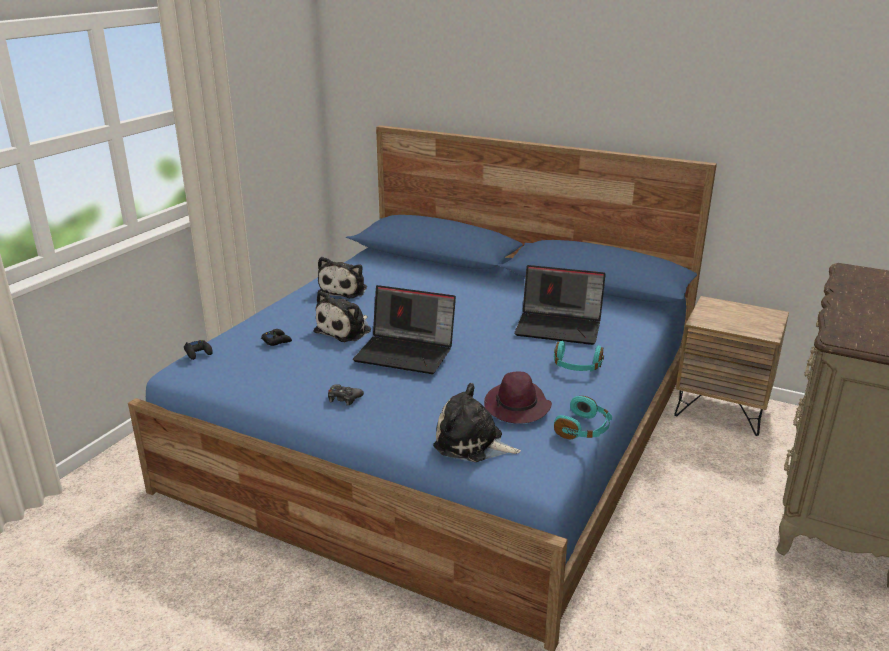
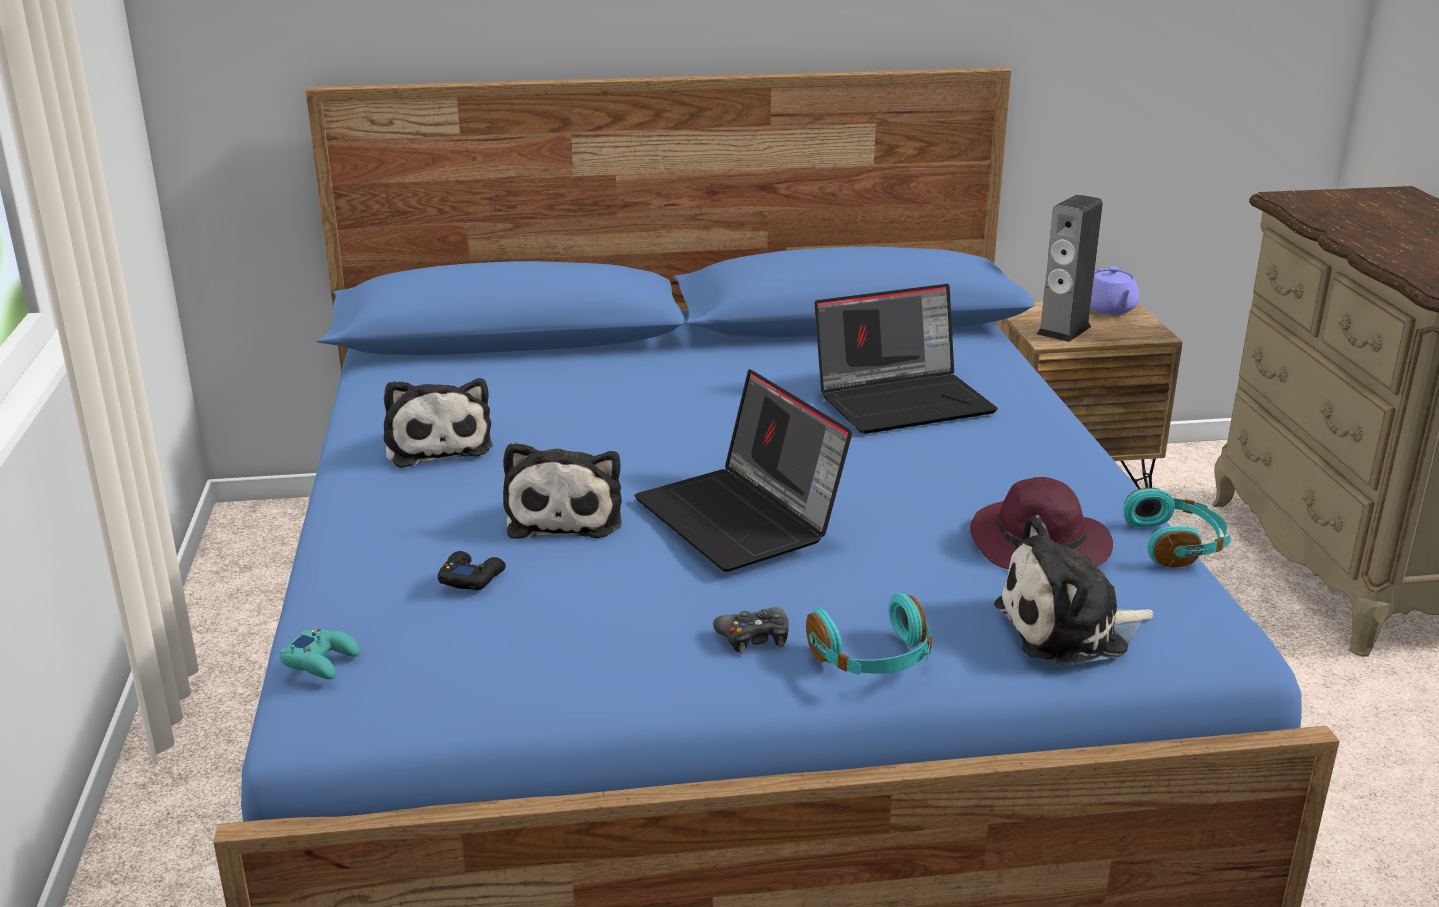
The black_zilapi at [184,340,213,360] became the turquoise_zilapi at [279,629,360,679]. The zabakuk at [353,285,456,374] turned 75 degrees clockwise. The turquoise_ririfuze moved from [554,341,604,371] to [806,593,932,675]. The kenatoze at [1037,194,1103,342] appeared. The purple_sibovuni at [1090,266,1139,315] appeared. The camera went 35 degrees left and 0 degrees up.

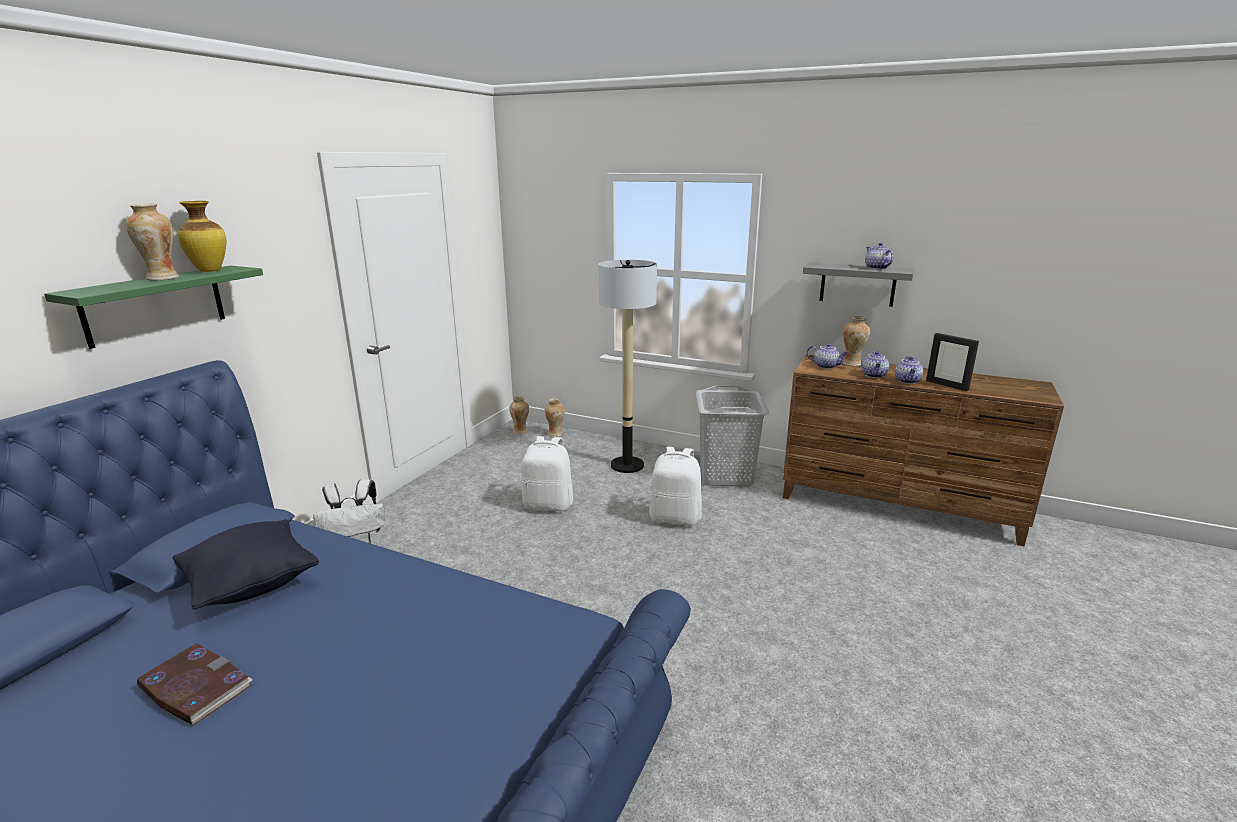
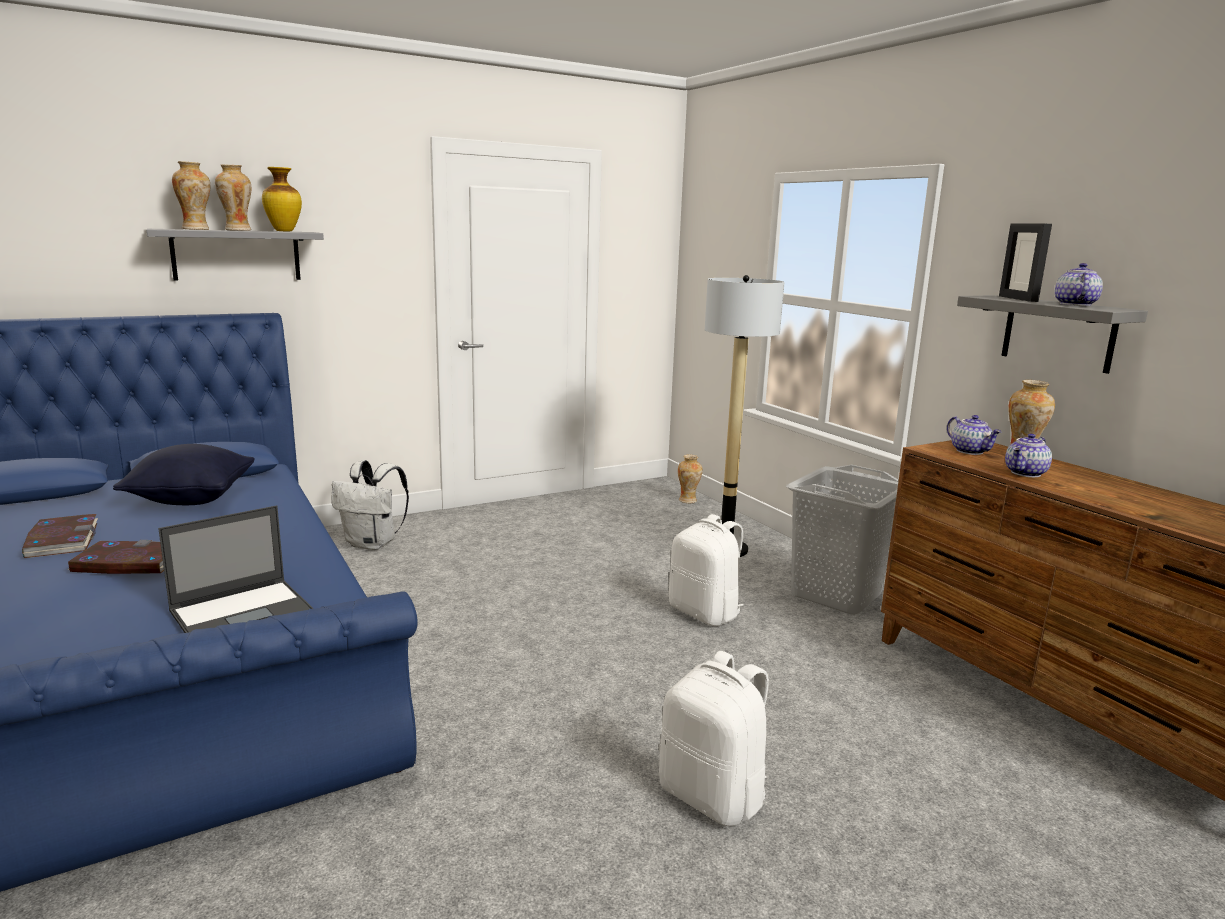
The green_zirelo at [44,266,263,349] became the grey_zirelo at [146,229,324,280]. The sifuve moved from [509,396,529,435] to [172,161,210,230]. The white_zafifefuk moved from [521,436,573,511] to [659,651,769,826]. The sibovuni at [895,356,923,384] disappeared. The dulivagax moved from [926,333,979,391] to [999,223,1052,302]. The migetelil at [68,540,164,574] appeared. The zabakuk at [158,505,314,633] appeared. The camera went 35 degrees right and 5 degrees down.

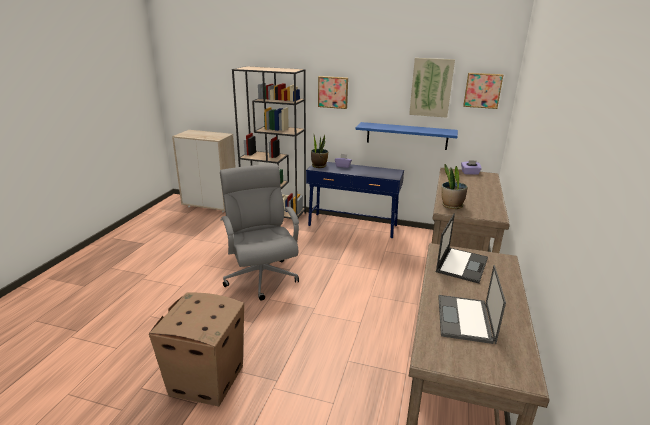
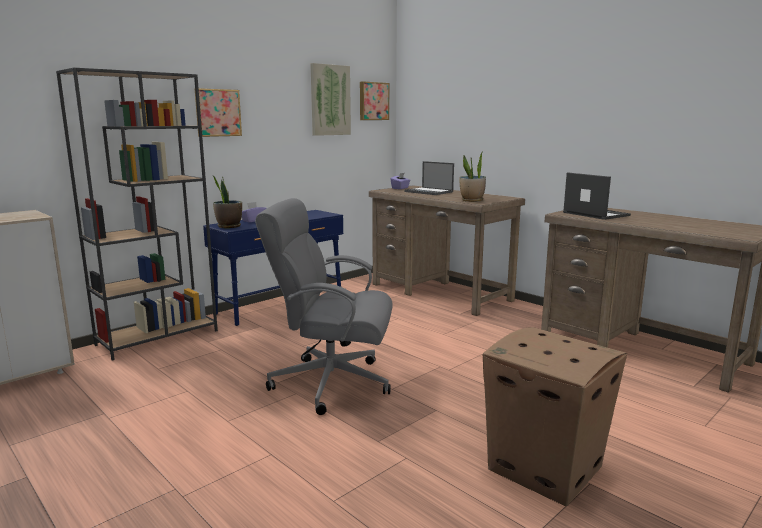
The blue_zirelo at [355,122,458,150] disappeared. The zabakuk moved from [438,265,506,344] to [404,161,454,195]. The camera went 60 degrees left and 10 degrees down.

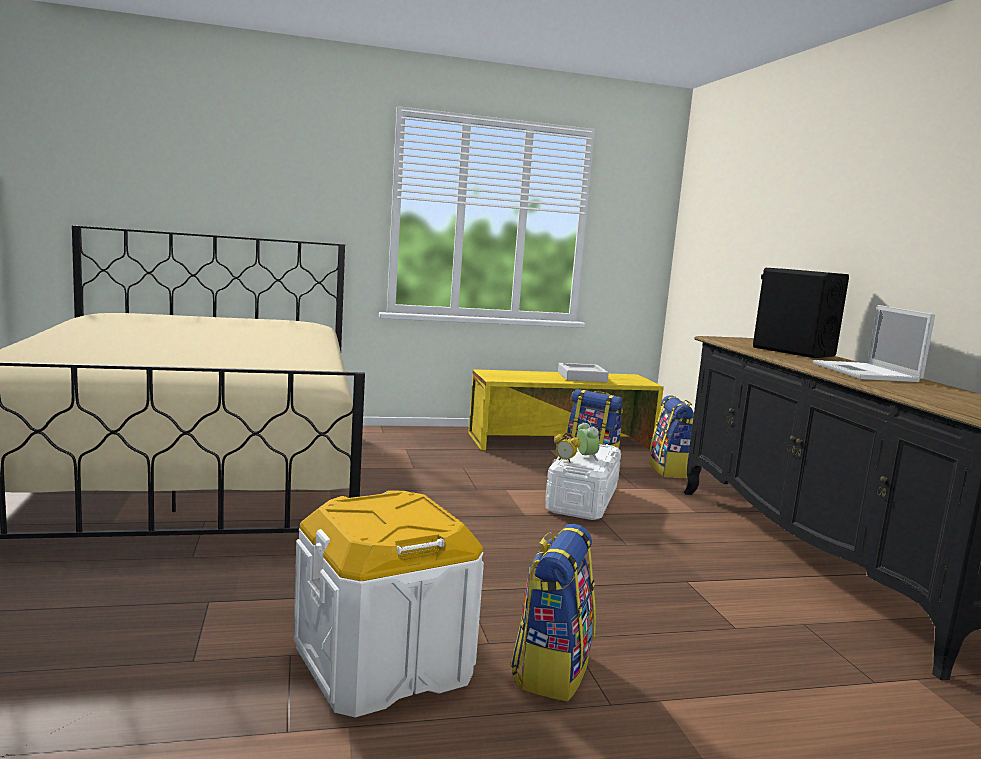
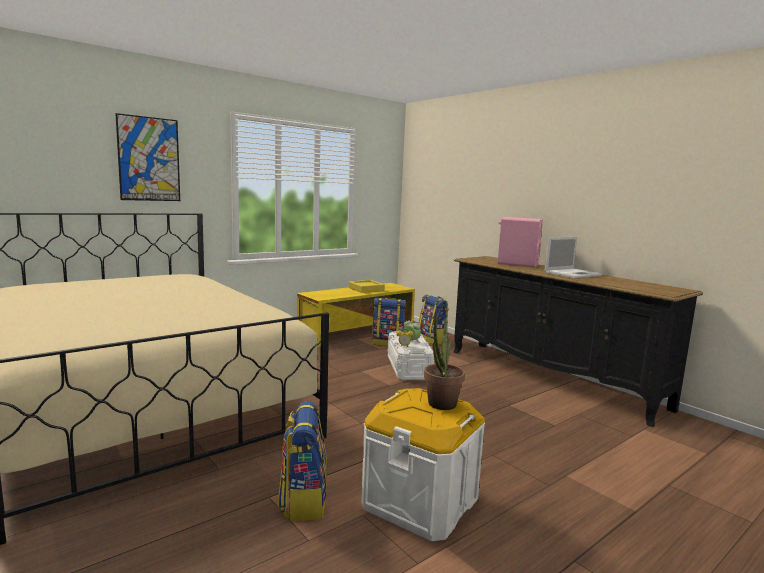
The zafifefuk moved from [510,524,596,702] to [278,401,327,521]. The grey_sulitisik at [558,363,609,382] became the yellow_sulitisik at [349,280,385,293]. The black_kenatoze at [753,268,849,358] became the pink_kenatoze at [498,217,543,267]. The zabakuk at [813,305,935,382] turned 90 degrees counterclockwise. The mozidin at [115,113,180,201] appeared. The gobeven at [424,301,465,410] appeared. The camera went 25 degrees left and 0 degrees up.

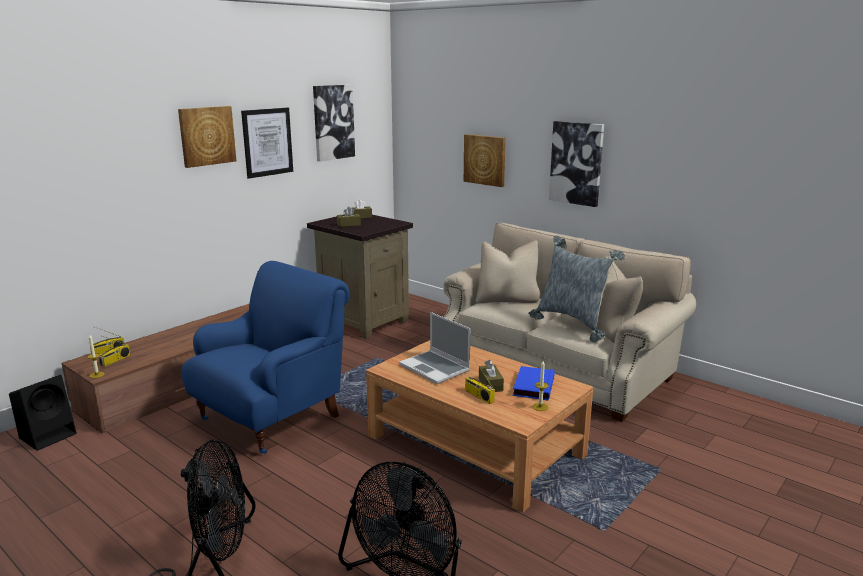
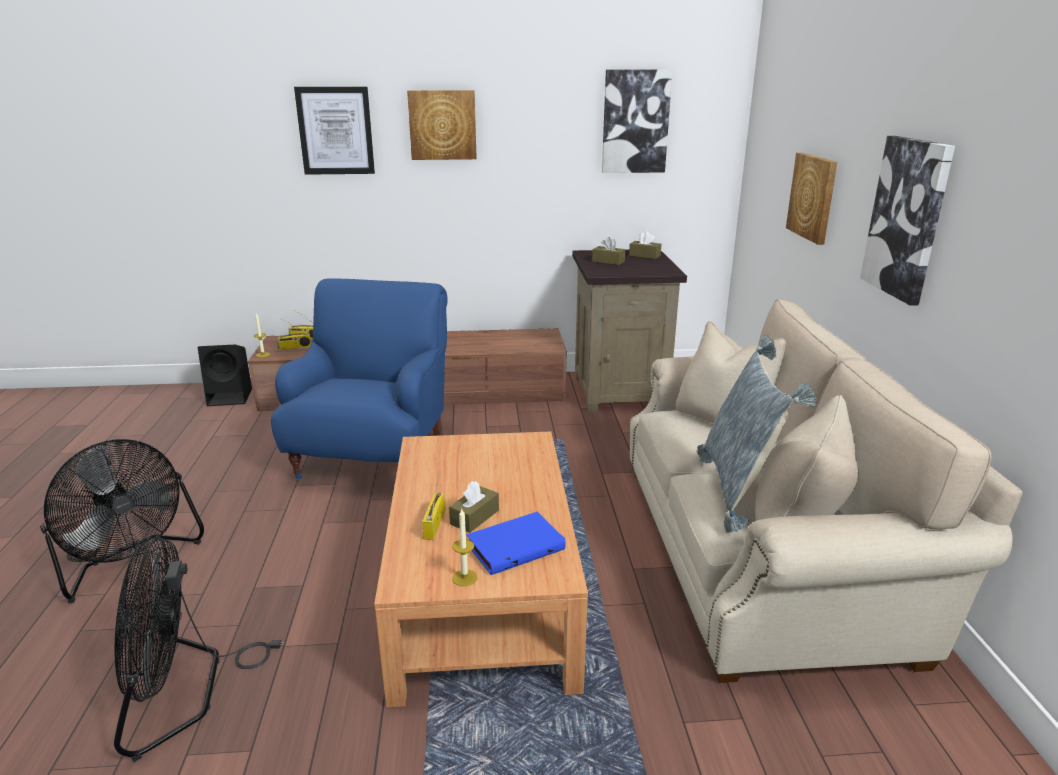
The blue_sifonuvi at [181,261,350,454] turned 75 degrees counterclockwise. The mozidin moved from [241,107,293,179] to [294,87,375,175]. The zabakuk at [399,312,471,384] disappeared. The camera went 45 degrees right and 5 degrees up.

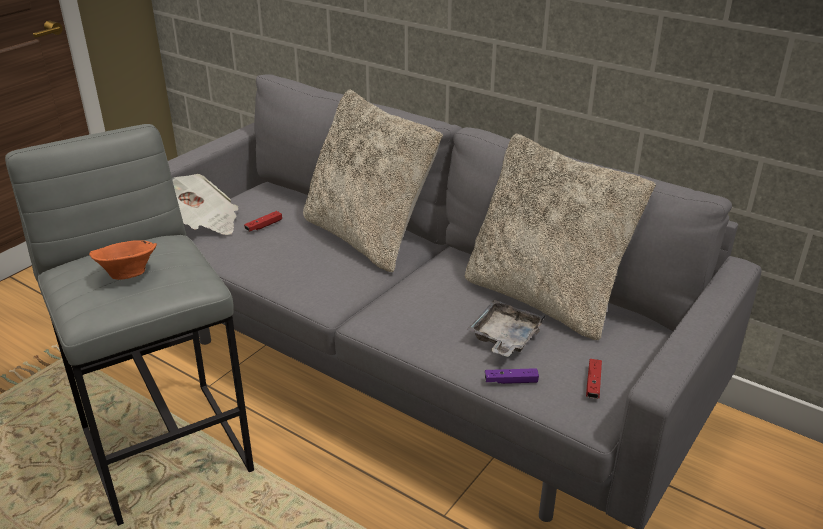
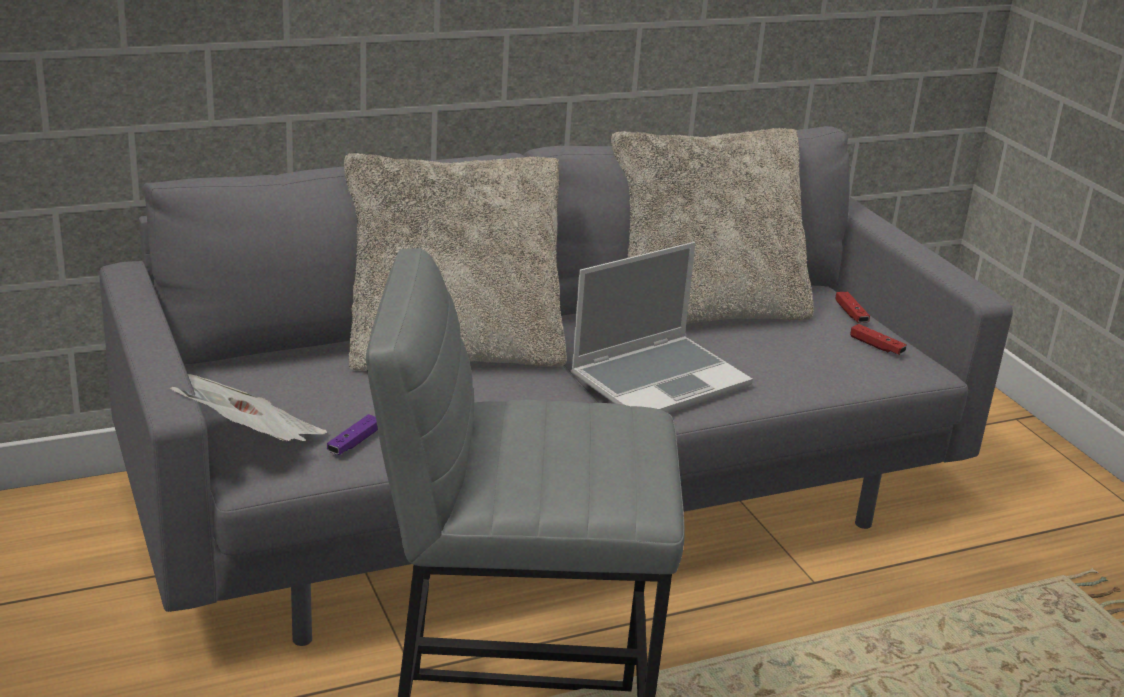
The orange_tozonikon at [89,241,157,280] disappeared. The red_zilapi moved from [244,211,282,232] to [836,292,870,323]. The grey_sulitisik at [467,300,546,357] disappeared. The purple_zilapi moved from [485,368,539,384] to [327,414,378,455]. The zabakuk at [571,242,753,413] appeared. The camera went 60 degrees left and 5 degrees down.

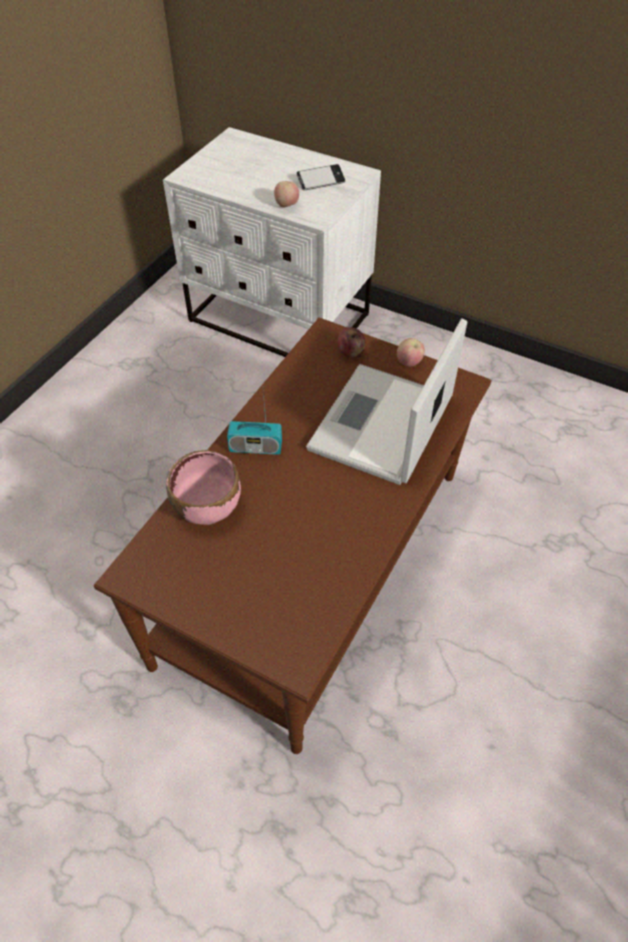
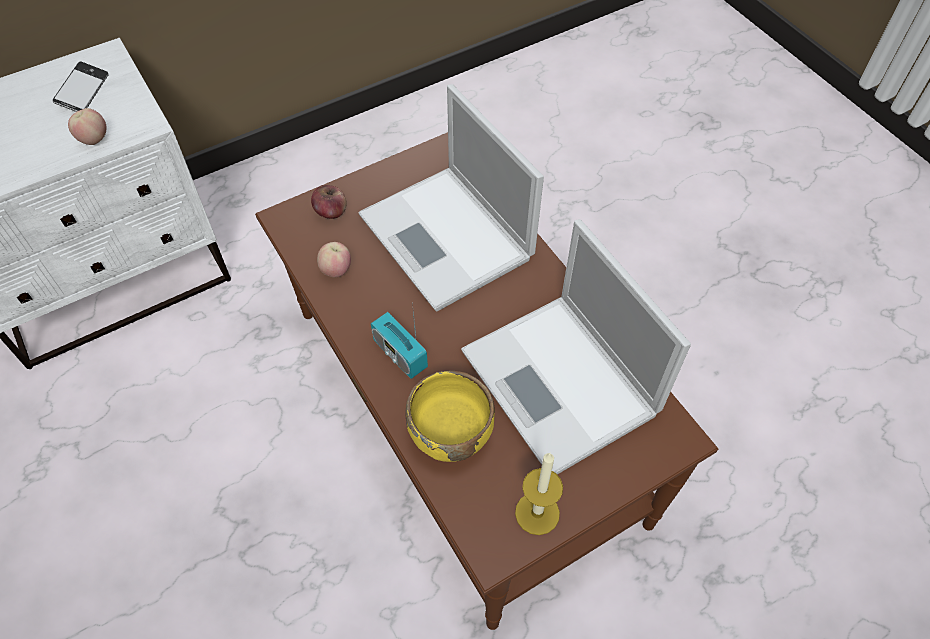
The pink_tozonikon at [166,450,241,525] became the yellow_tozonikon at [405,371,495,462]. The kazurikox at [227,391,282,455] turned 105 degrees clockwise. The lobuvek moved from [397,338,425,367] to [317,242,351,277]. The zabakuk at [461,219,691,474] appeared. The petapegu at [515,453,563,535] appeared. The camera went 60 degrees left and 5 degrees up.

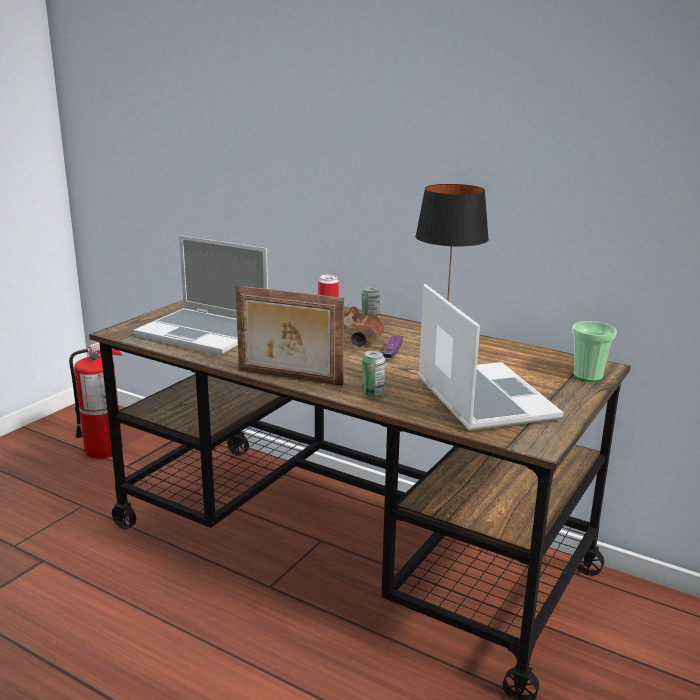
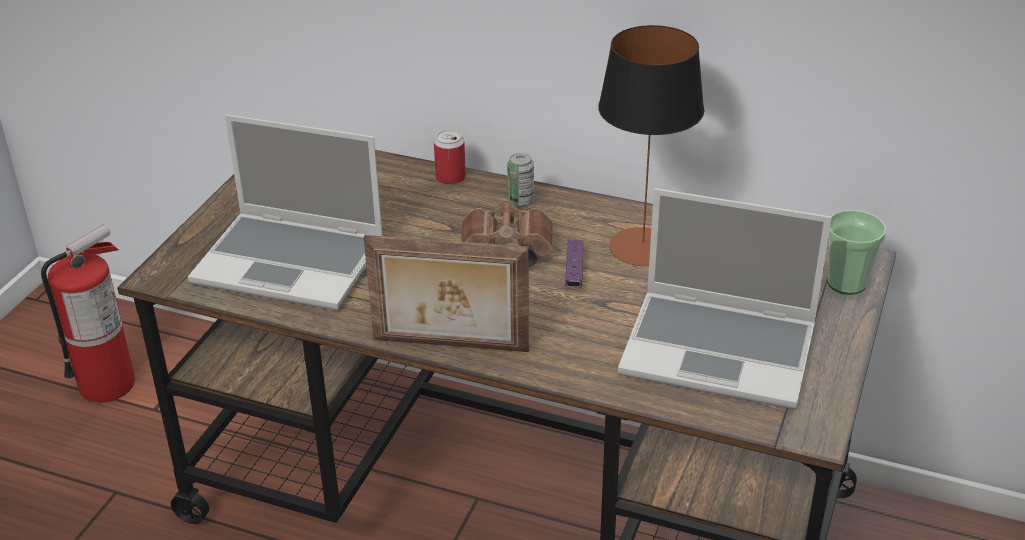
The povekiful at [362,351,385,397] disappeared. The zabakuk at [418,284,564,431] turned 135 degrees clockwise. The camera went 10 degrees left and 15 degrees up.

